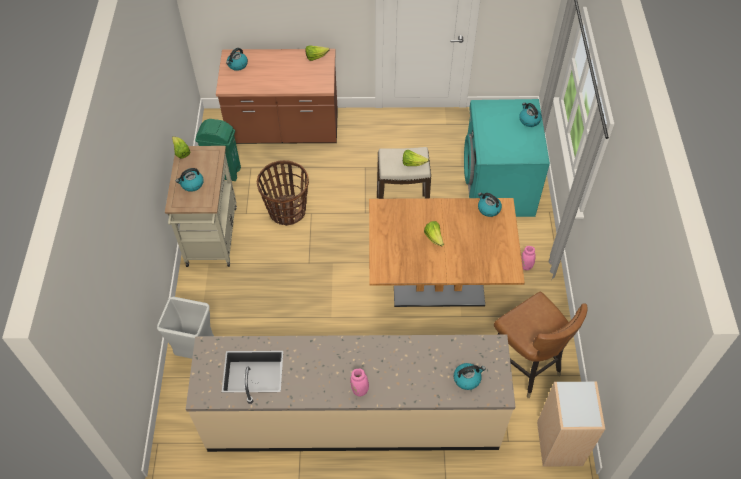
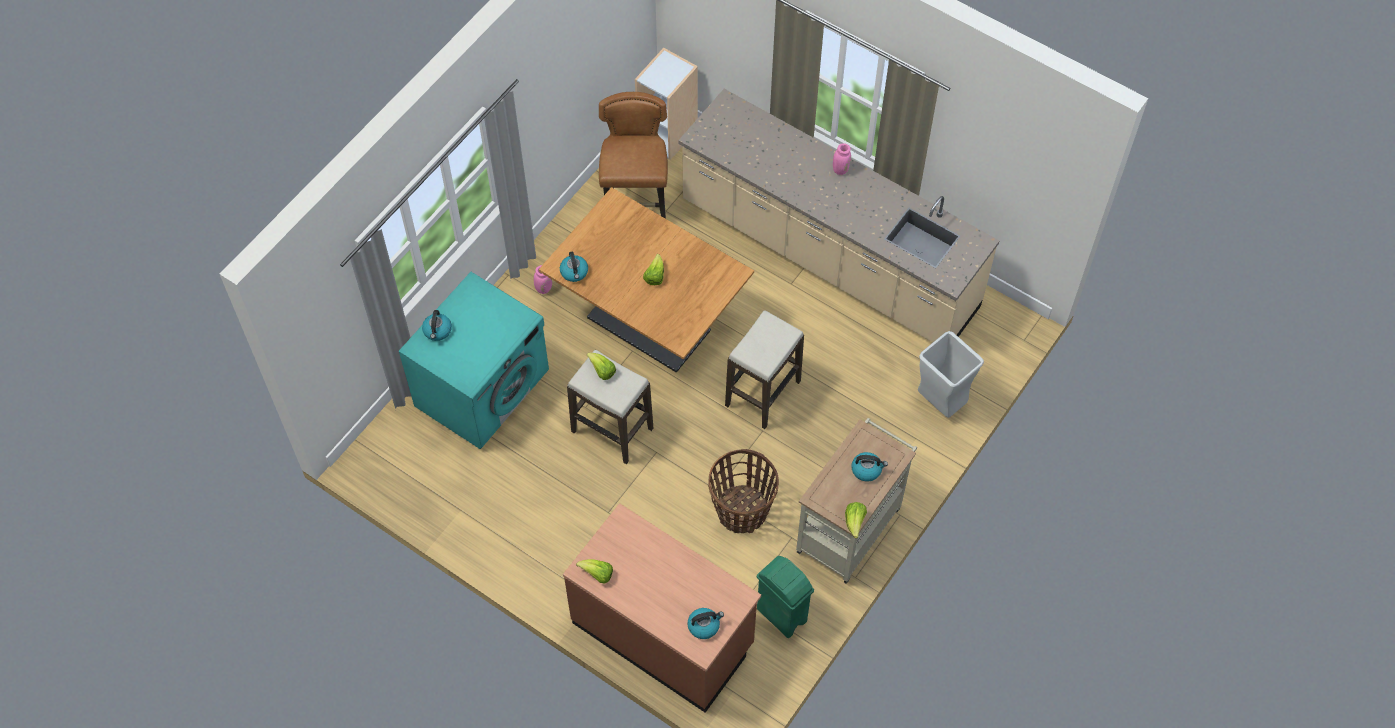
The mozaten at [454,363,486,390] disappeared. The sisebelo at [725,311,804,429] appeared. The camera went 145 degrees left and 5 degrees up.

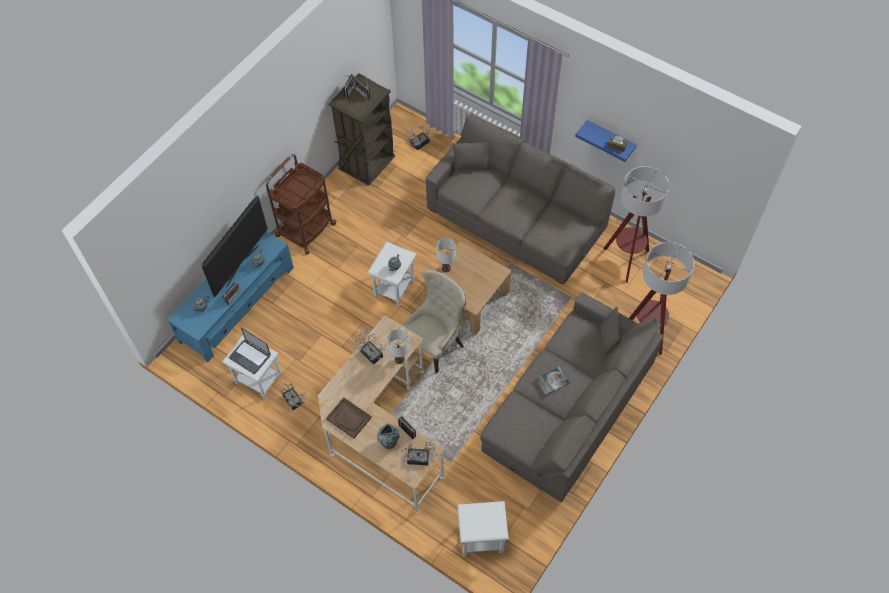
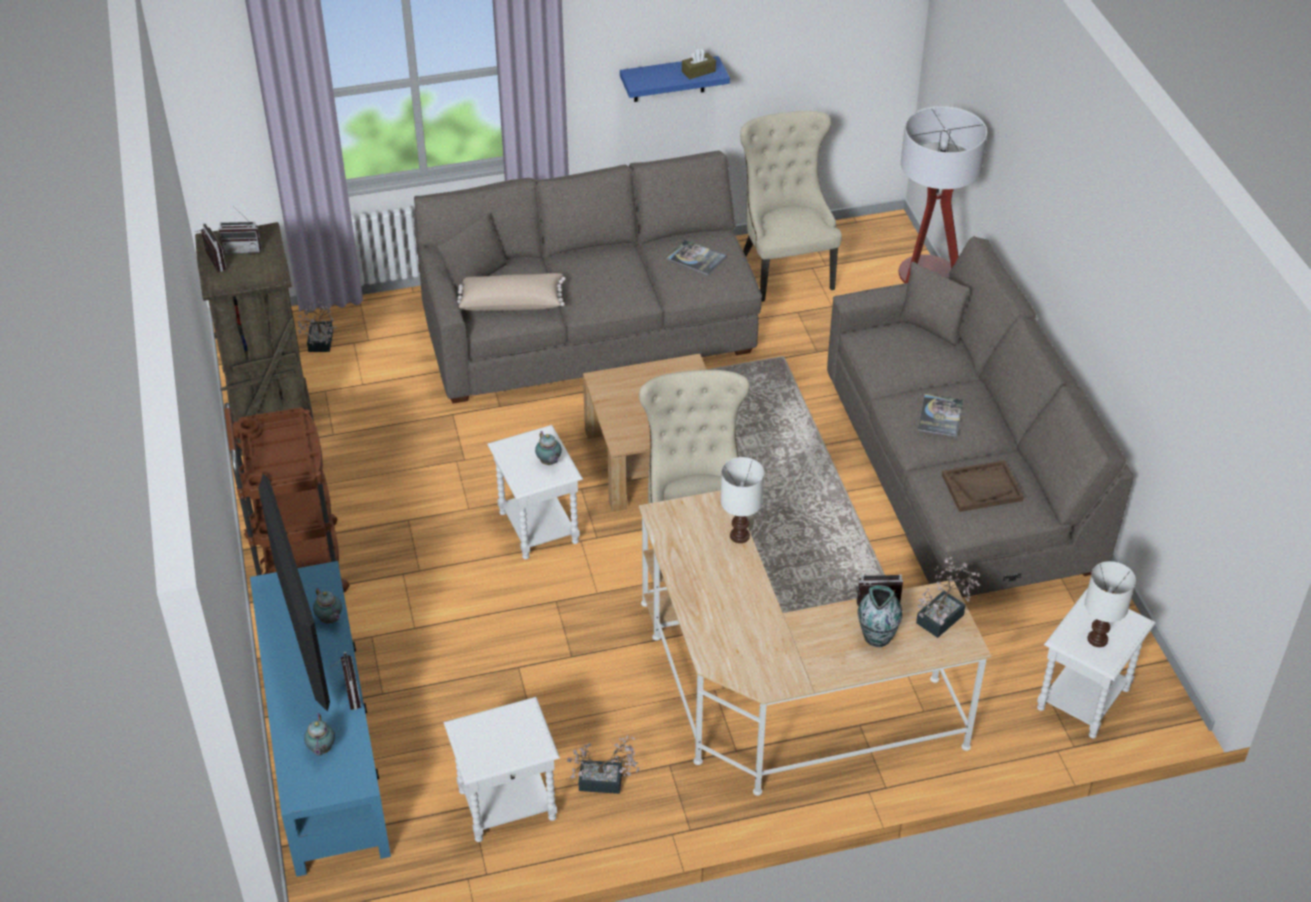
The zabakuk at [229,328,271,375] disappeared. The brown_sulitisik moved from [326,397,372,438] to [942,460,1024,512]. The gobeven at [354,328,386,365] disappeared. The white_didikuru moved from [436,238,456,272] to [1084,561,1136,647]. The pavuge at [603,166,669,283] was replaced by the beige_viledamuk at [740,111,842,302]. The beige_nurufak at [457,273,566,311] appeared. The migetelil at [666,240,727,276] appeared. The camera went 50 degrees left and 15 degrees down.

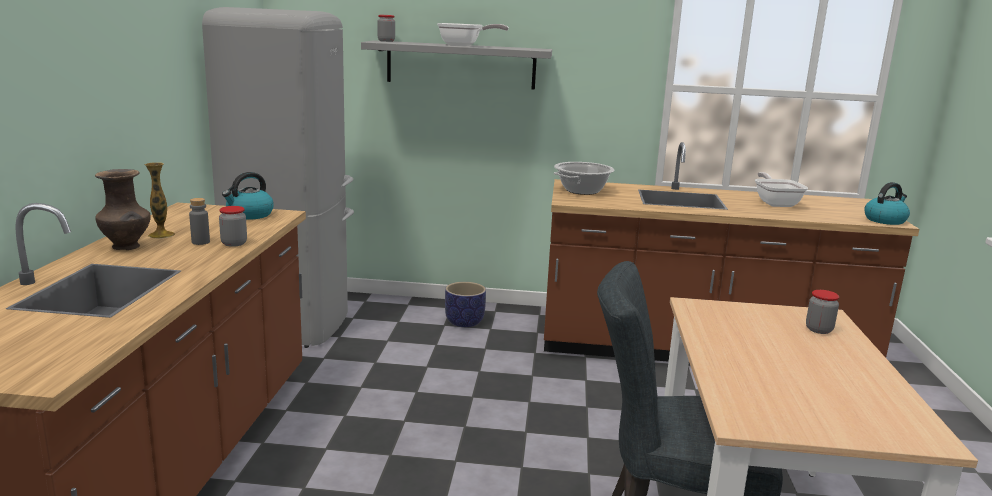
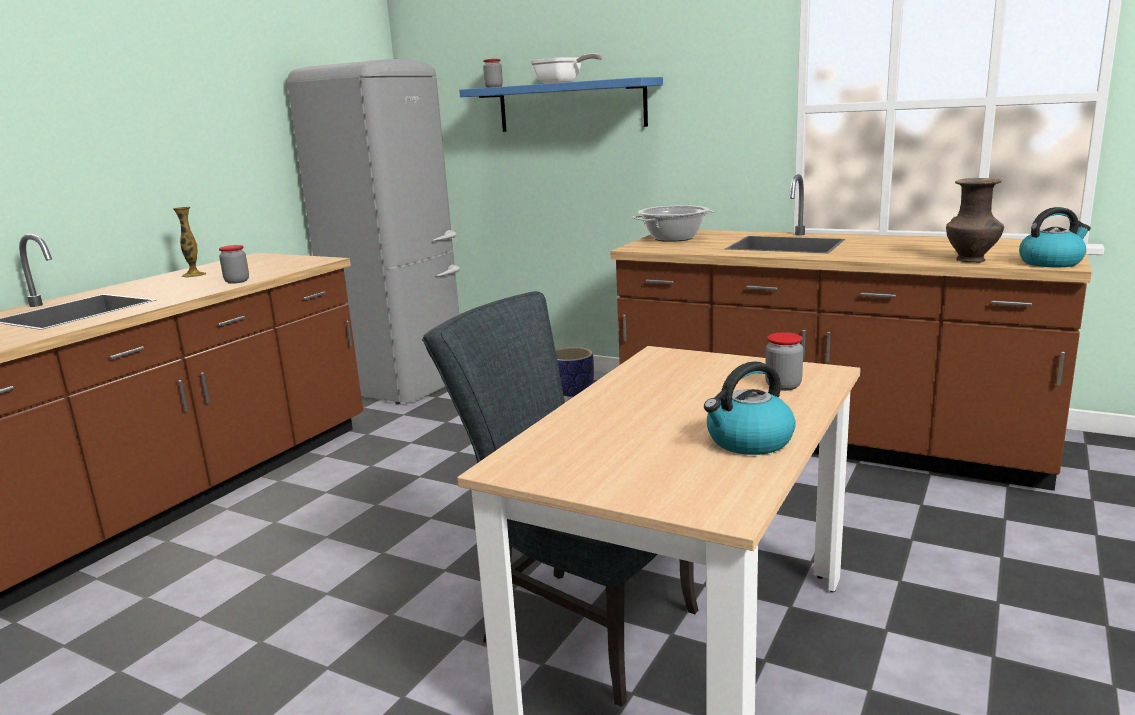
The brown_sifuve moved from [95,169,151,250] to [946,178,1004,263]. The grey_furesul at [189,198,210,245] disappeared. The mozaten moved from [222,172,274,220] to [704,361,796,455]. The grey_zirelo at [361,40,552,90] became the blue_zirelo at [459,77,663,132]. The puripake at [755,172,808,207] disappeared. The camera went 25 degrees right and 0 degrees up.

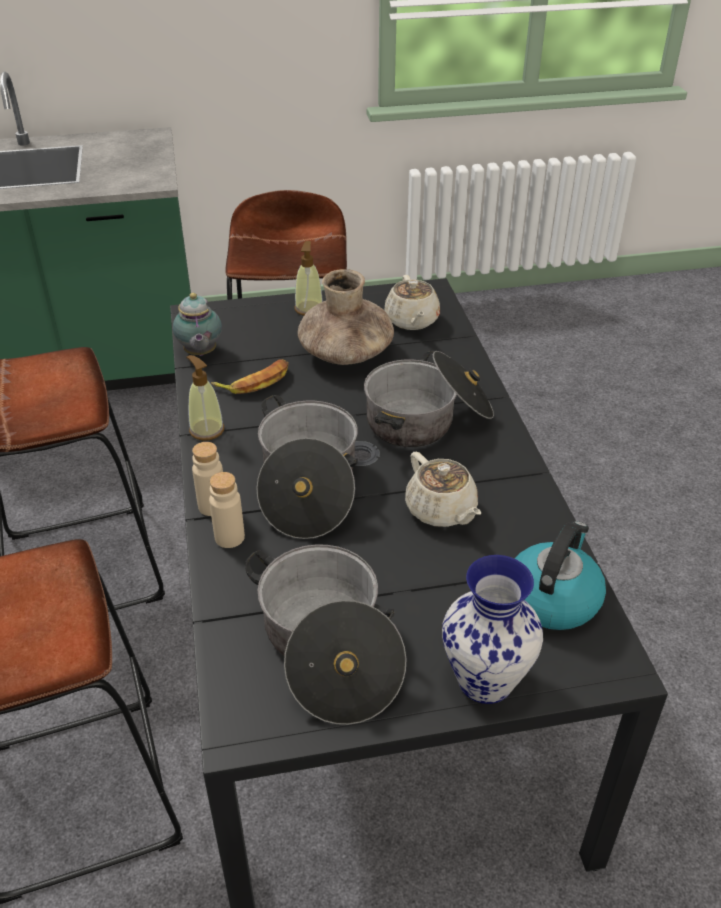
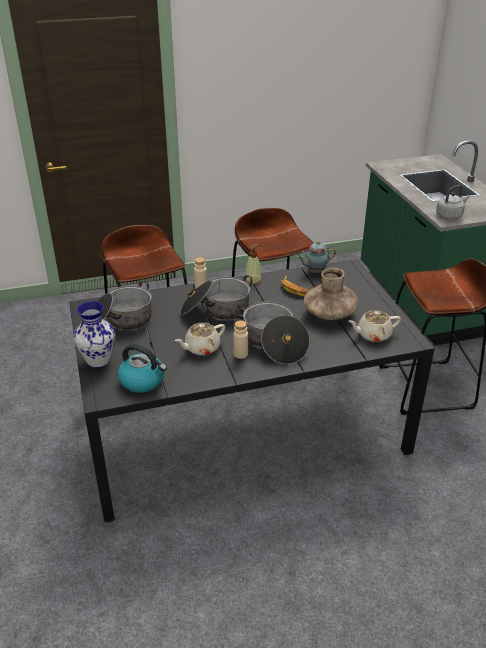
The beige_furesul moved from [209,472,245,548] to [233,320,248,359]. The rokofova at [294,241,323,316] disappeared. The grey_mozaten at [436,185,469,219] appeared. The camera went 85 degrees right and 5 degrees down.

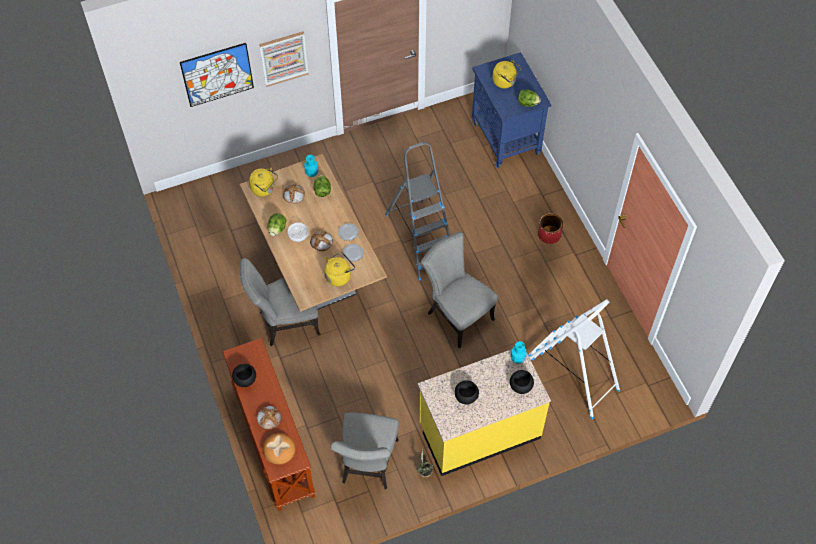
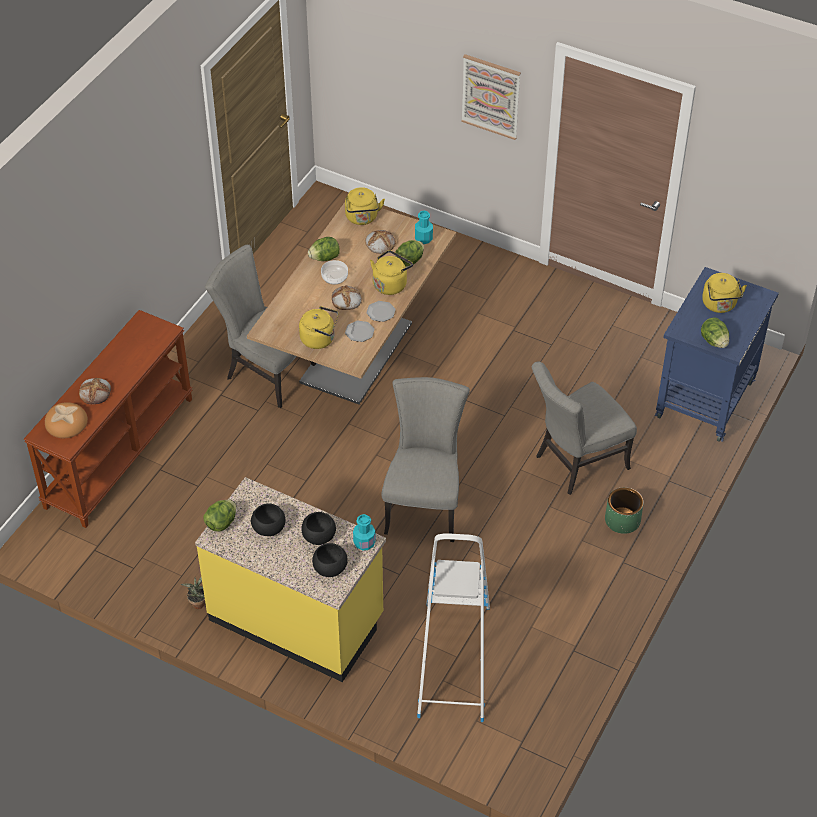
The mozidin at [180,43,254,107] disappeared. The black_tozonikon moved from [232,364,256,387] to [301,512,336,545]. The grey_viledamuk moved from [331,413,399,489] to [532,361,637,495]. The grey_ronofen at [385,142,450,280] disappeared. The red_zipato at [538,213,563,244] became the green_zipato at [605,487,643,534]. The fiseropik at [203,500,236,532] appeared. The yellow_mozaten at [370,250,413,295] appeared. The camera went 50 degrees right and 10 degrees down.

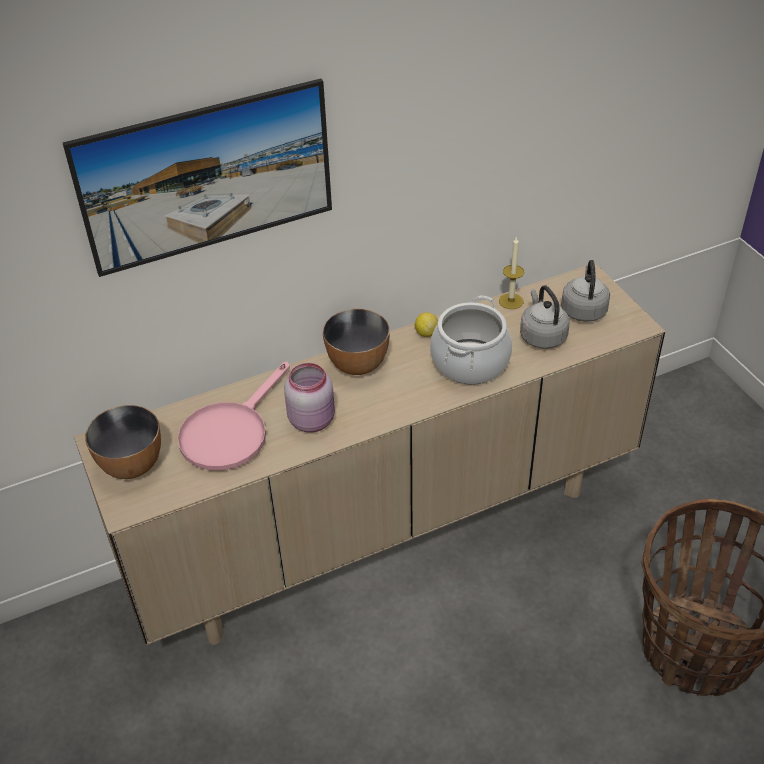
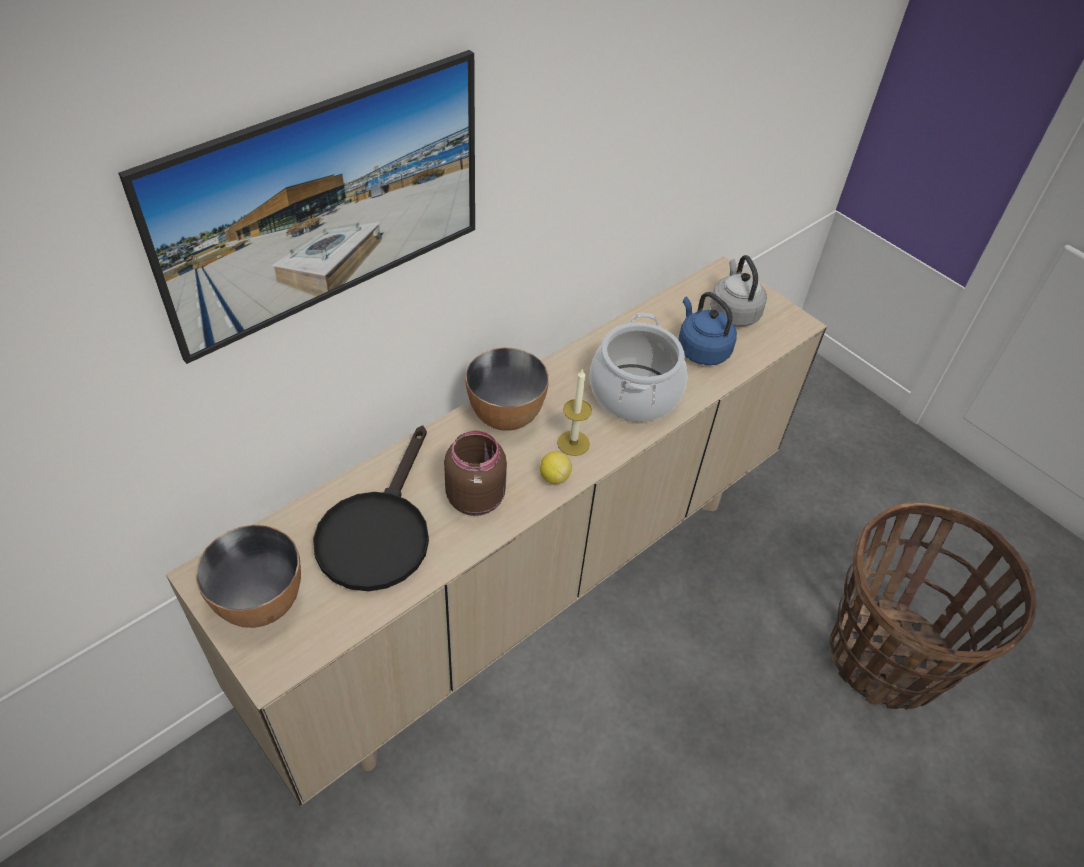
The pink_puripake at [177,361,290,471] became the black_puripake at [313,425,429,591]. The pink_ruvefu at [284,363,335,433] became the brown_ruvefu at [444,430,507,516]. The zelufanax moved from [415,312,438,337] to [540,451,572,484]. The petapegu moved from [499,236,524,309] to [557,368,592,456]. The grey_mozaten at [520,285,570,349] became the blue_mozaten at [678,292,737,365]. The camera went 20 degrees left and 5 degrees up.

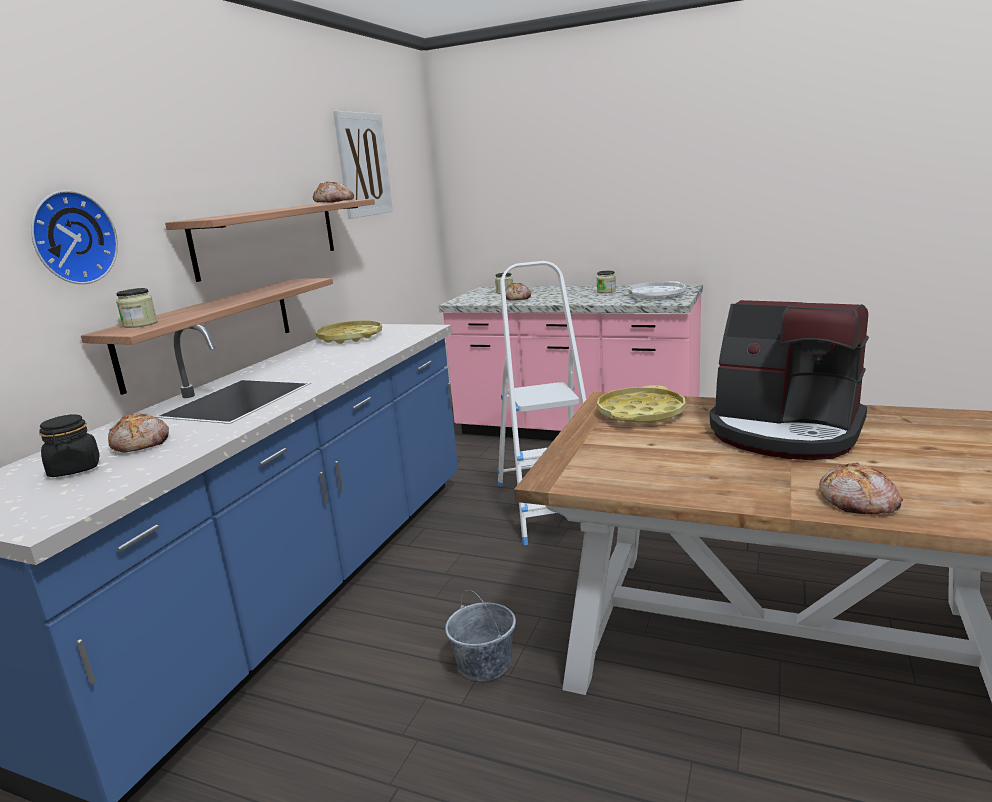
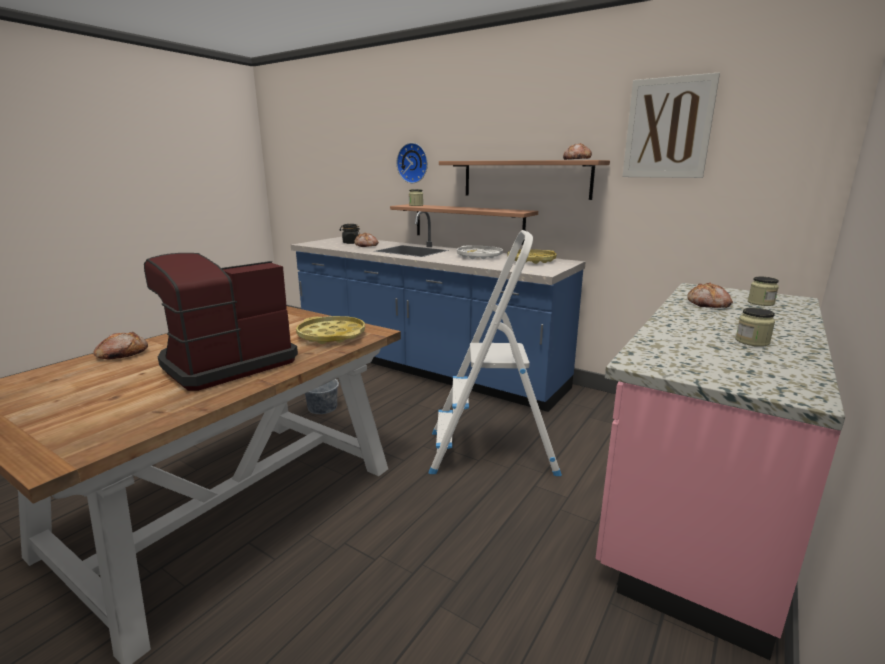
The white_sulitisik moved from [628,281,686,299] to [457,246,503,259]. The camera went 100 degrees right and 0 degrees up.

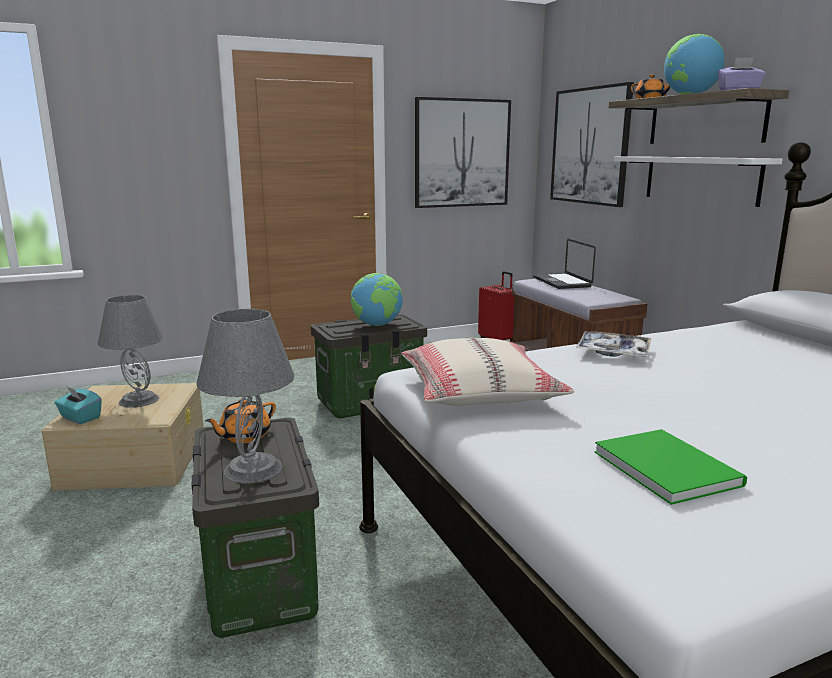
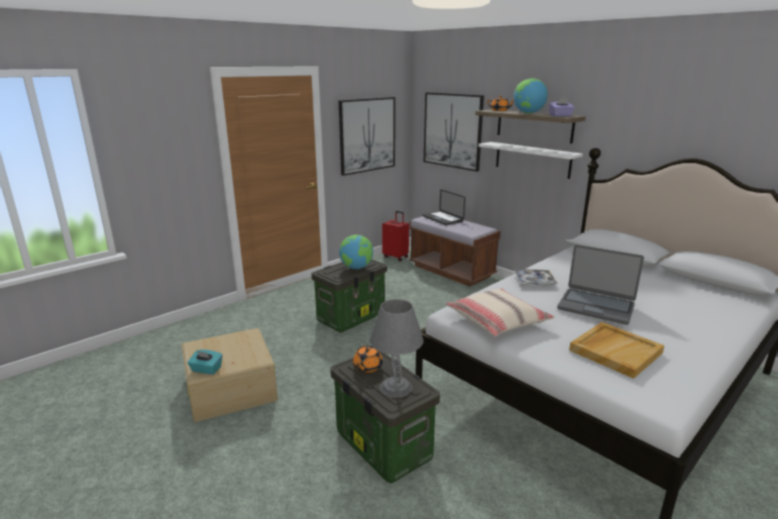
The grey_didikuru at [98,295,164,408] disappeared. The green_migetelil at [594,429,747,505] was replaced by the beige_sulitisik at [569,322,665,379]. The zabakuk at [557,245,644,325] appeared. The camera went 20 degrees left and 5 degrees up.

